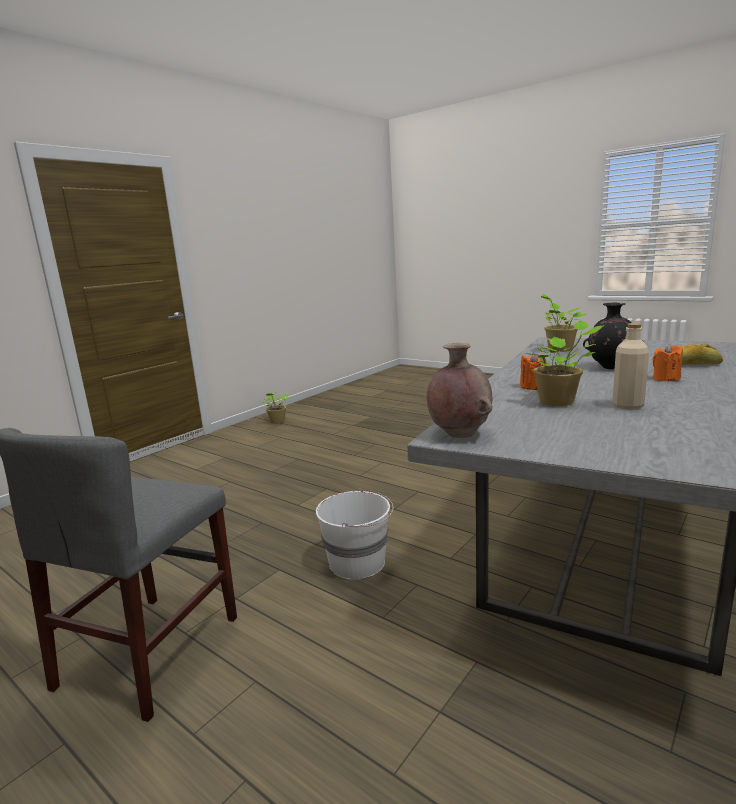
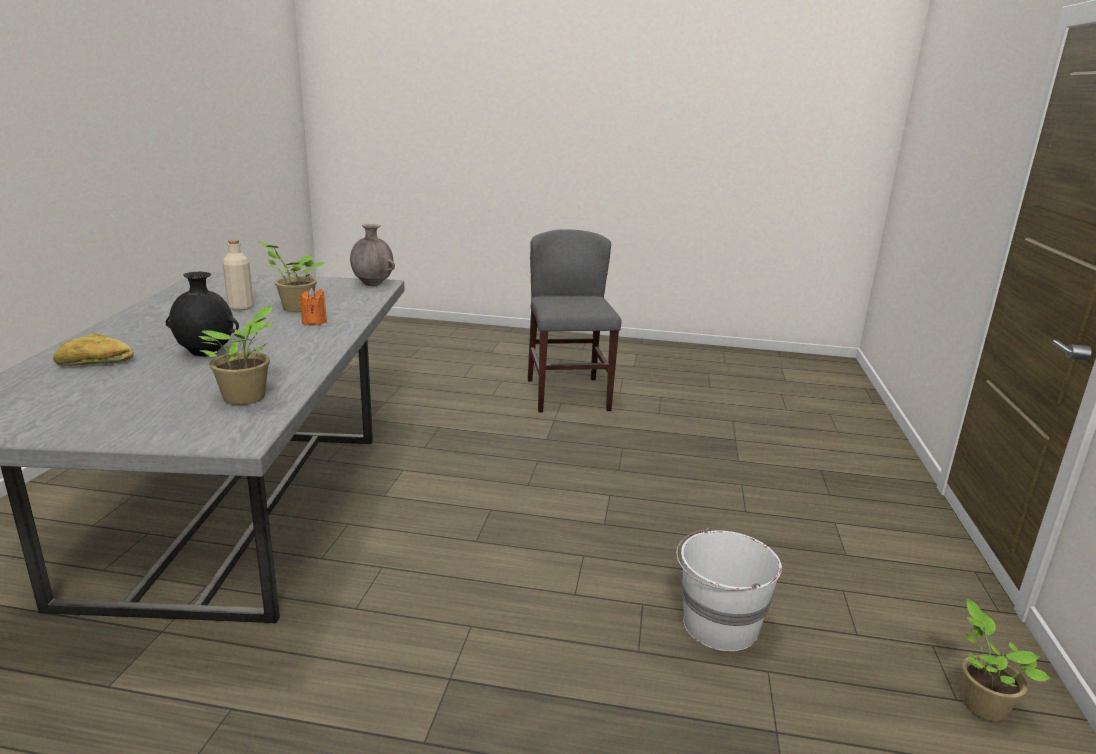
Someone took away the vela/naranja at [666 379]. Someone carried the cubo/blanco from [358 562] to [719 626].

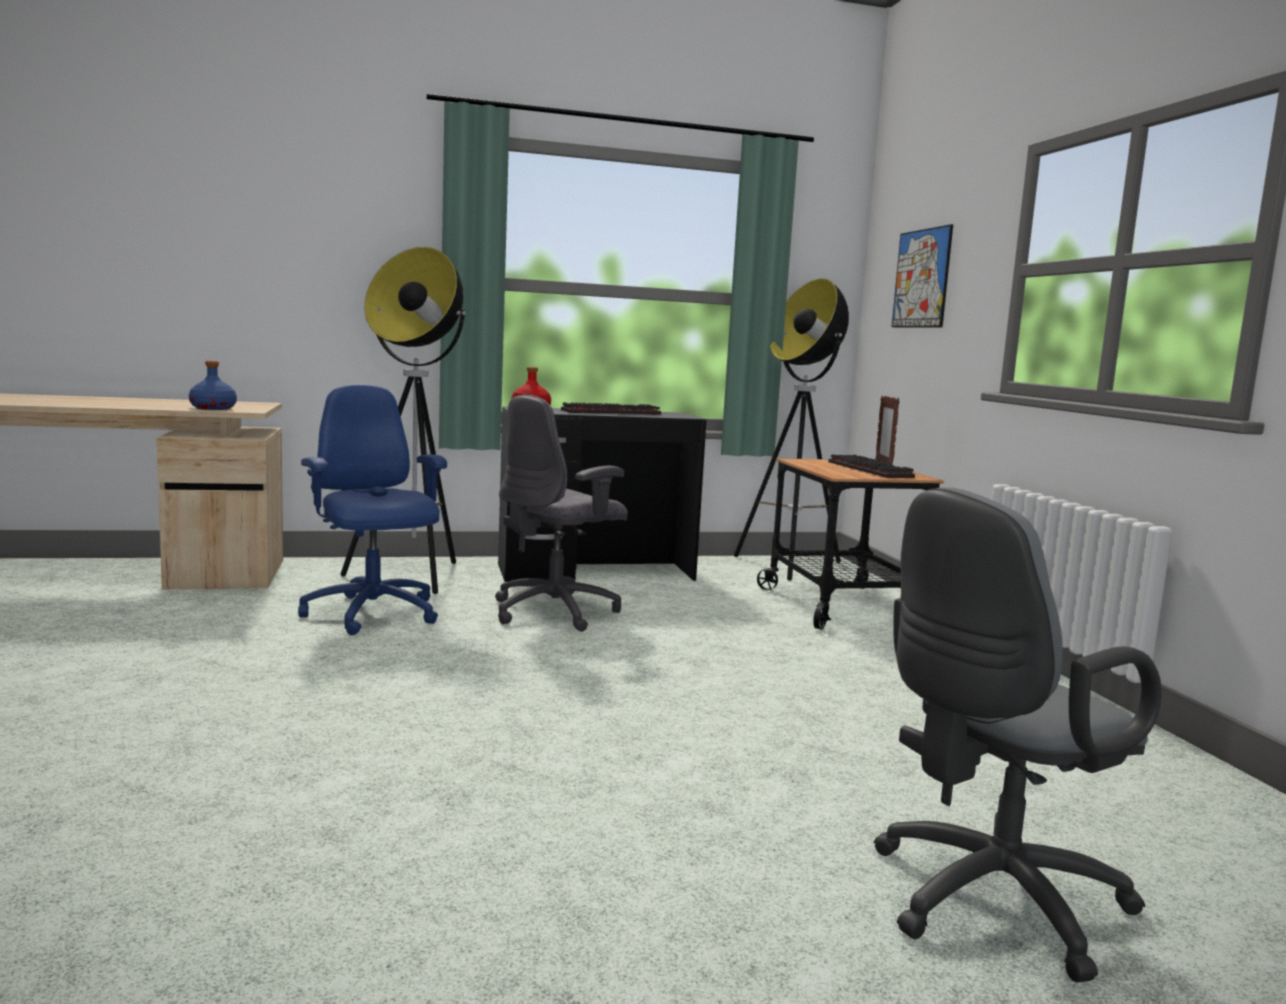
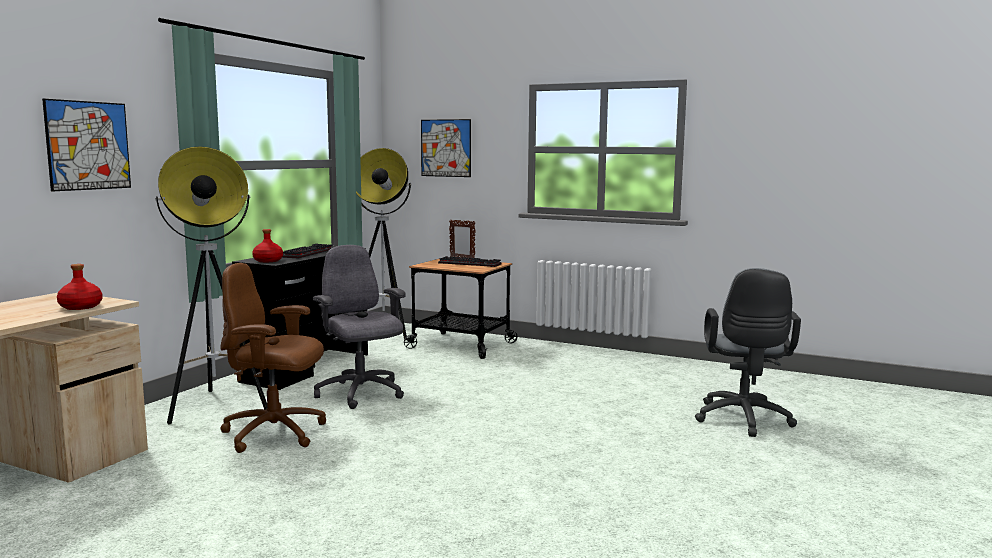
Someone put up the cuadro at [88 145]. Someone repainted the botella/azul at [213 408], which became the botella/rojo at [81 307]. Someone repainted the silla de oficina/azul at [372 614], which became the silla de oficina/marrón at [275 434]. Someone rotated the silla de oficina/gris at [556 612] by 150 degrees clockwise.

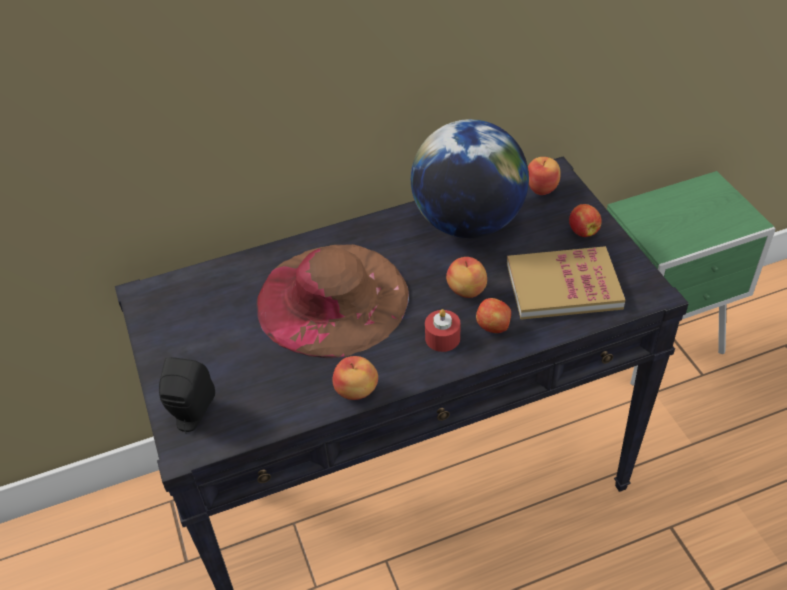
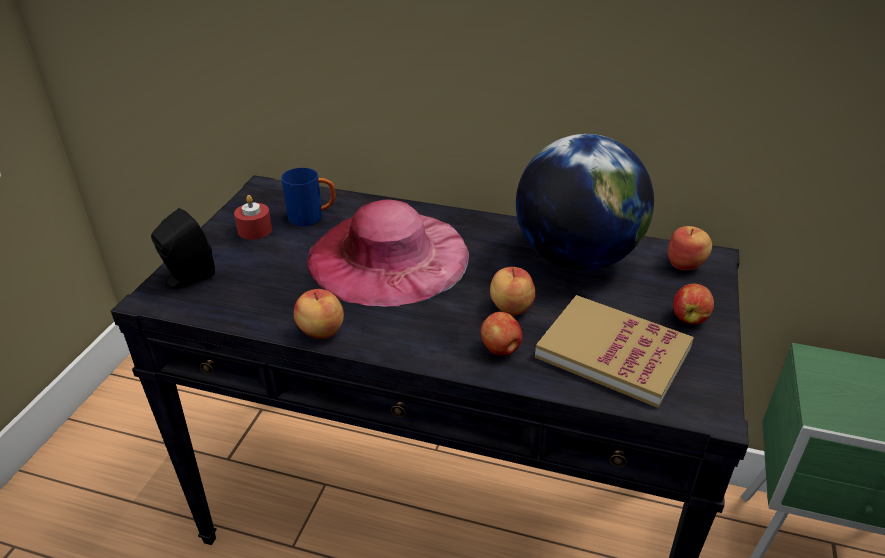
Someone put down the taza grande/azul at [312 217]. Someone carried the vela/rojo from [442 338] to [255 230]. Someone repainted the sombrero/marrón at [332 299], which became the sombrero/rosa at [388 256].

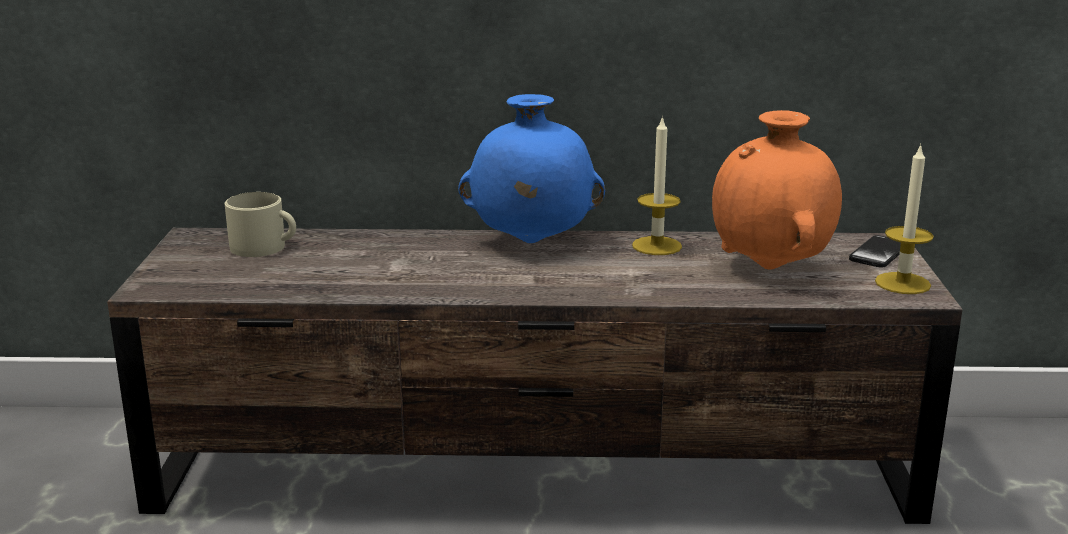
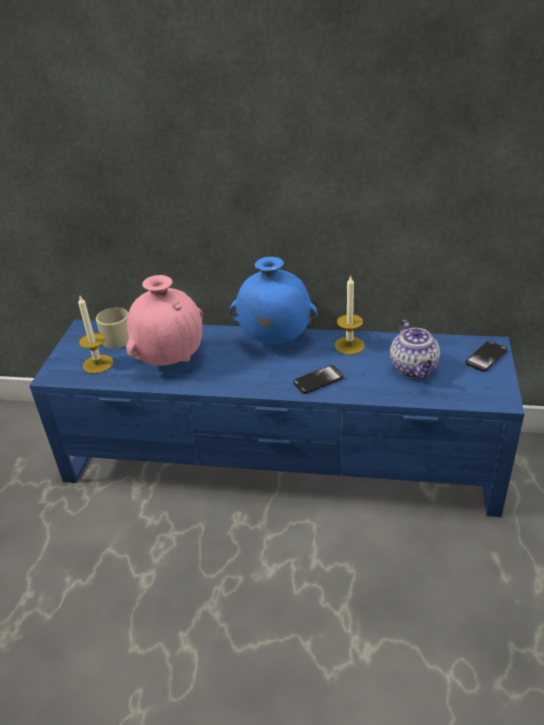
Someone put down the florero/rosa at [171 360]. Someone put down the móvil at [318 380]. Someone carried the vela from [902 283] to [98 364]. Someone swapped the florero/naranja at [771 267] for the tetera at [414 369]. Someone repainted the mueble de televisión/marrón at [537 466], which became the mueble de televisión/azul at [281 459].

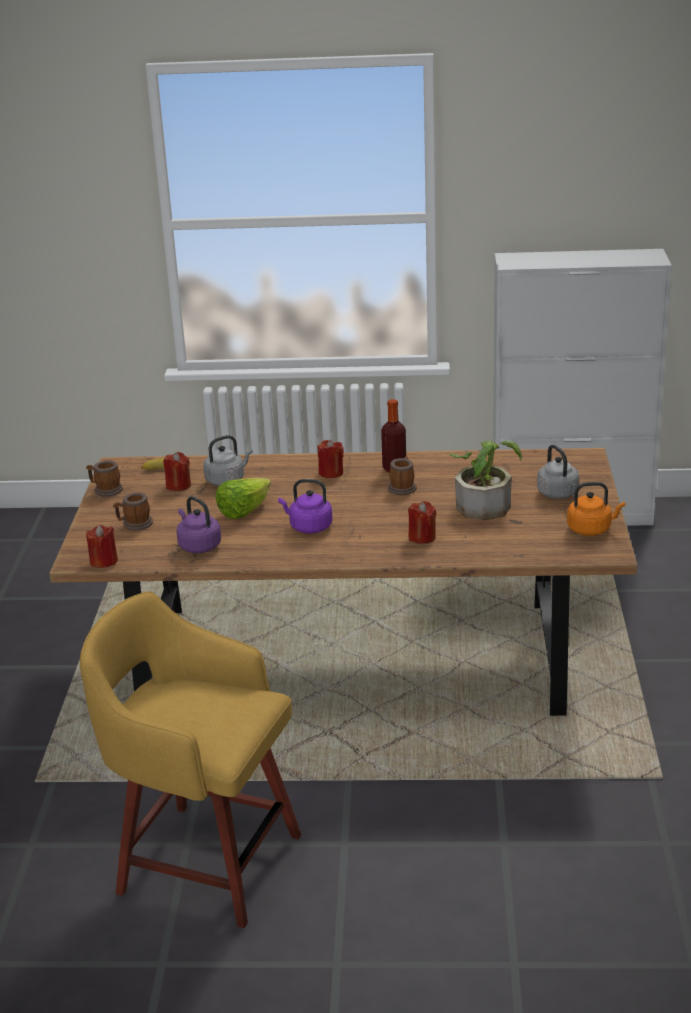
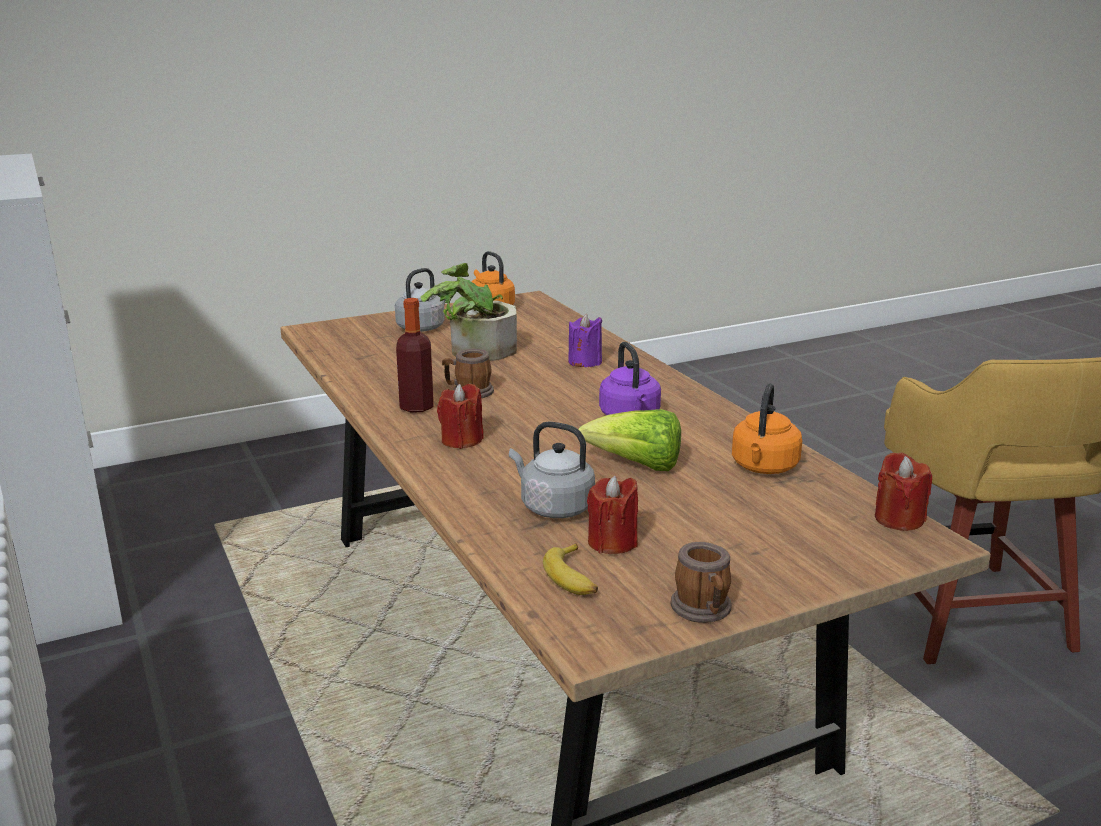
Someone took away the taza grande at [134 524]. Someone repainted the hervidor/morado at [198 546], which became the hervidor/naranja at [764 467]. Someone repainted the vela/rojo at [422 537], which became the vela/morado at [585 362].

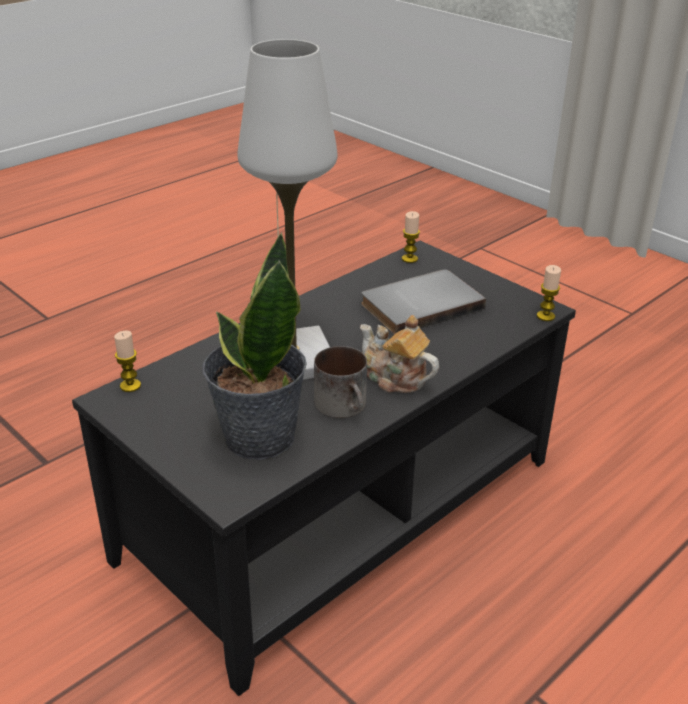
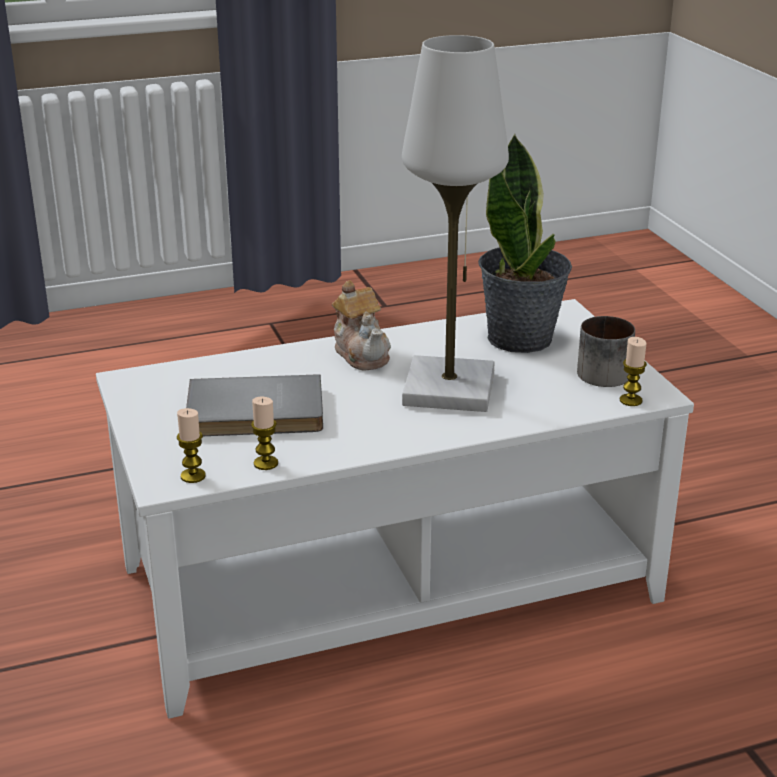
Someone carried the taza grande from [345 406] to [599 371]. Someone carried the vela from [545 316] to [266 463]. Someone repainted the mesa de centro/negro at [343 511], which became the mesa de centro/blanco at [388 581].

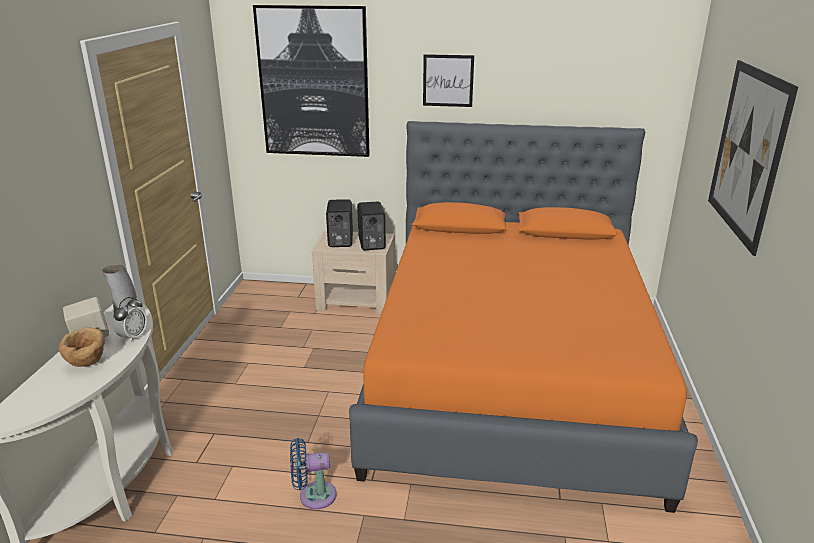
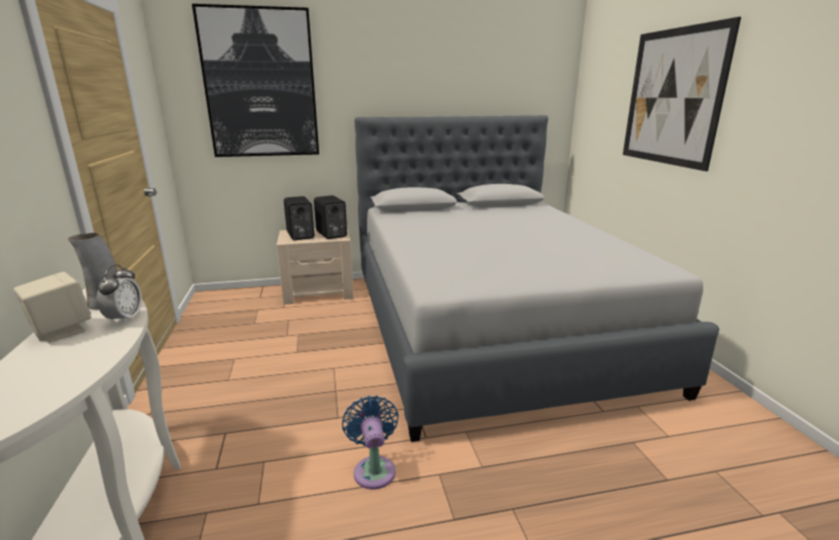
Someone took away the cuenco/marrón at [87 363]. Someone took away the cuadro at [448 80]. Someone repainted the cama/naranja at [510 375], which became the cama/gris at [490 325]. Someone rotated the ventilador/azul at [313 496] by 105 degrees clockwise.

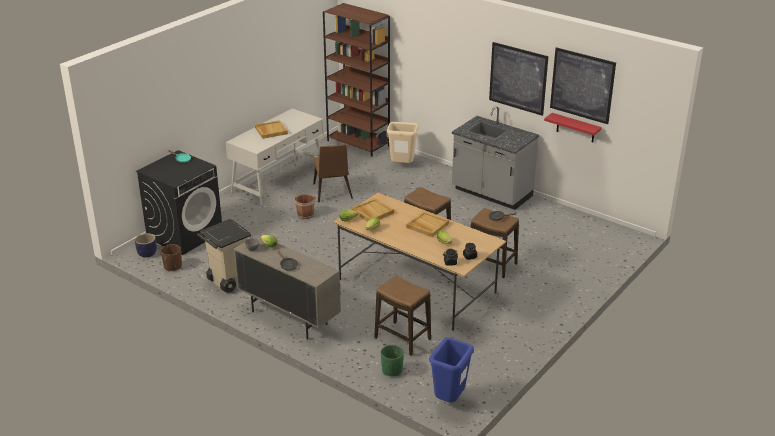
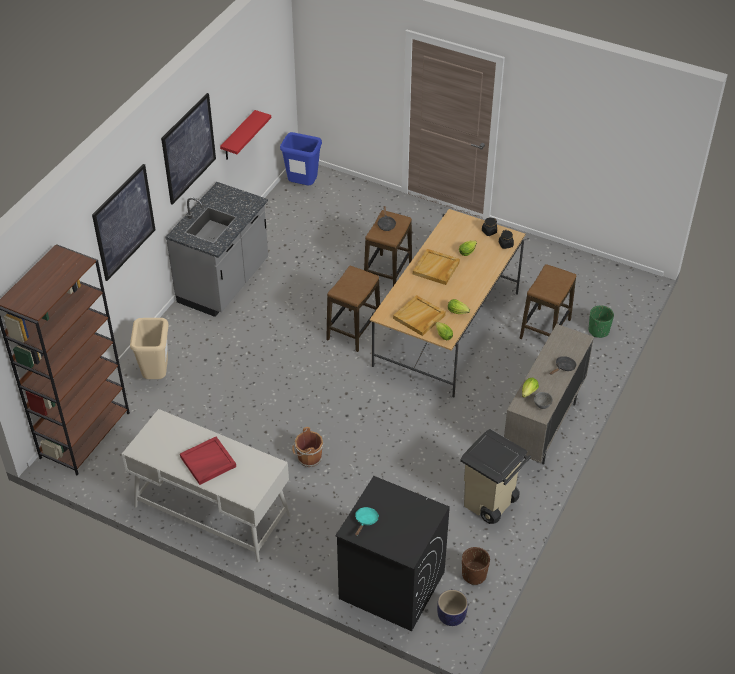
Someone took away the silla/marrón at [332 193]. Someone carried the papelera/azul from [449 400] to [302 185]. Someone carried the cuadro from [582 85] to [124 222]. Someone repainted the bandeja/beis at [271 131], which became the bandeja/rojo at [208 462].

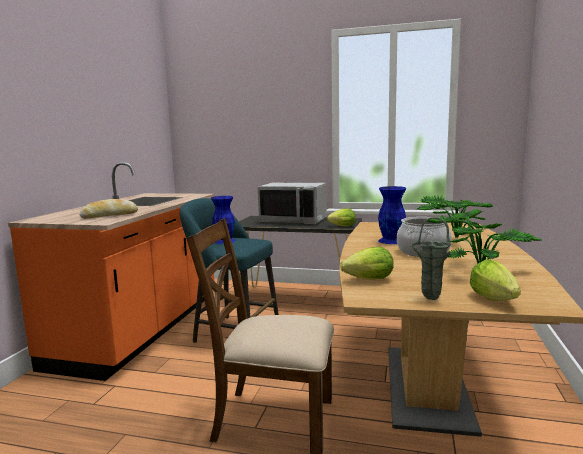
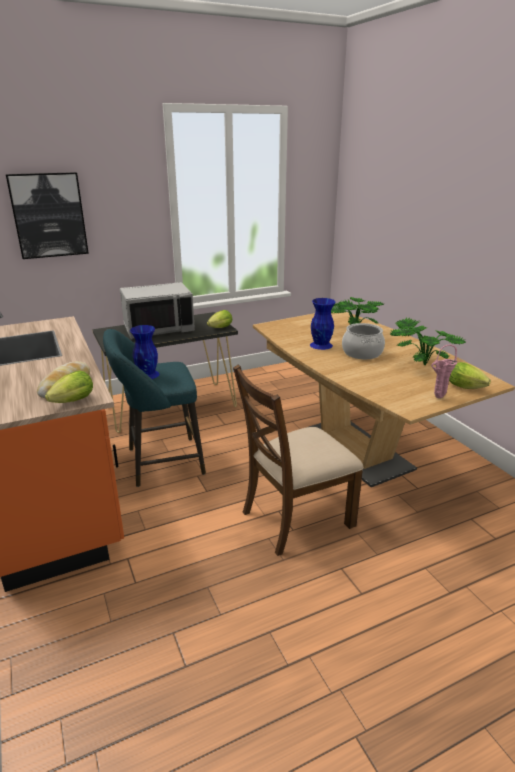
Someone put up the cuadro at [49 215]. Someone carried the lechuga from [366 280] to [71 402]. Someone repainted the florero/verde at [428 299], which became the florero/rosa at [438 398].

